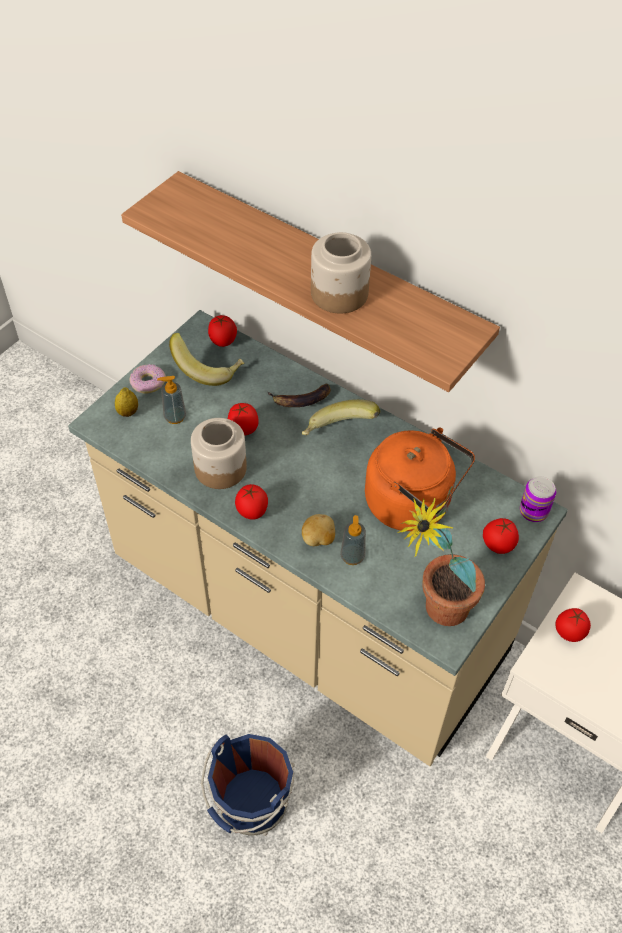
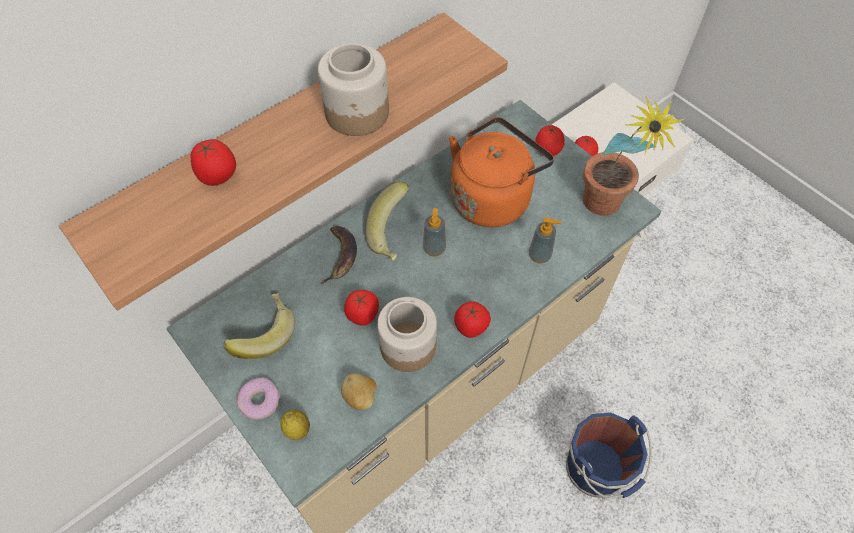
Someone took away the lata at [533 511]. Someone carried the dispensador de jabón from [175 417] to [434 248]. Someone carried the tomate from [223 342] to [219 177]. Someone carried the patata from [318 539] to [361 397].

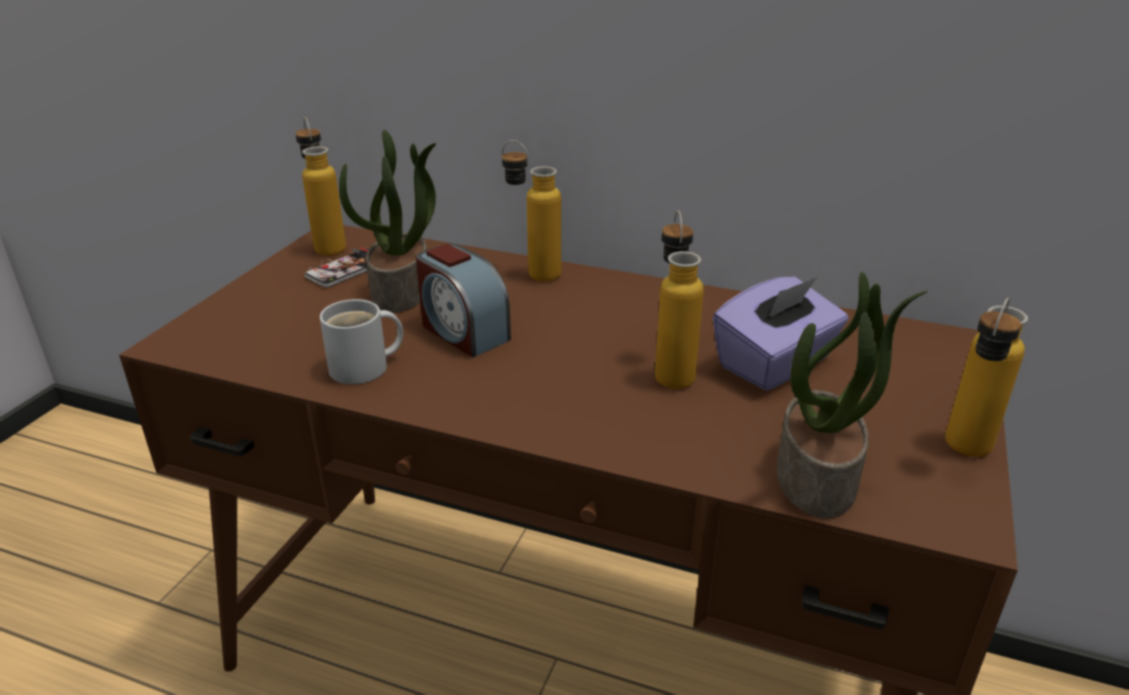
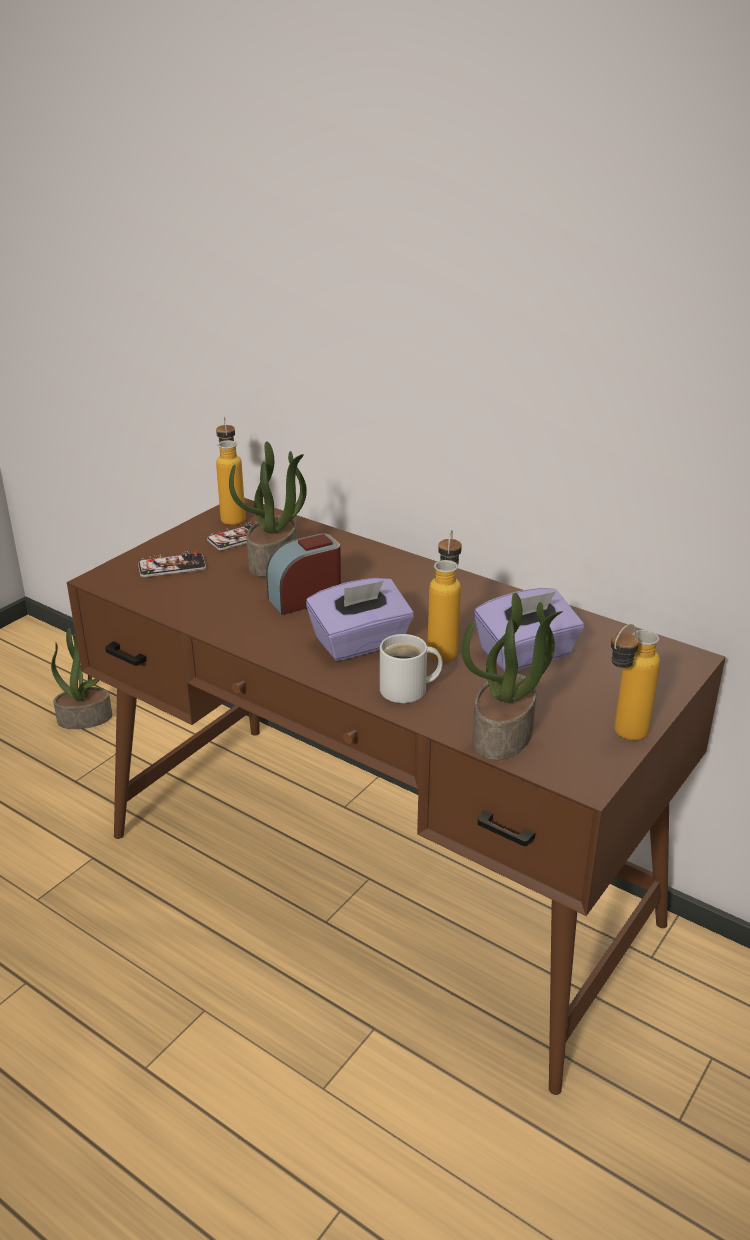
Someone took away the botella at [532 272]. Someone put down the planta en maceta at [85 718]. Someone put down the móvil at [172 567]. Someone put down the caja de pañuelos/morado at [360 643]. Someone carried the taza grande/blanco from [365 368] to [408 690]. Someone rotated the despertador at [463 332] by 90 degrees clockwise.

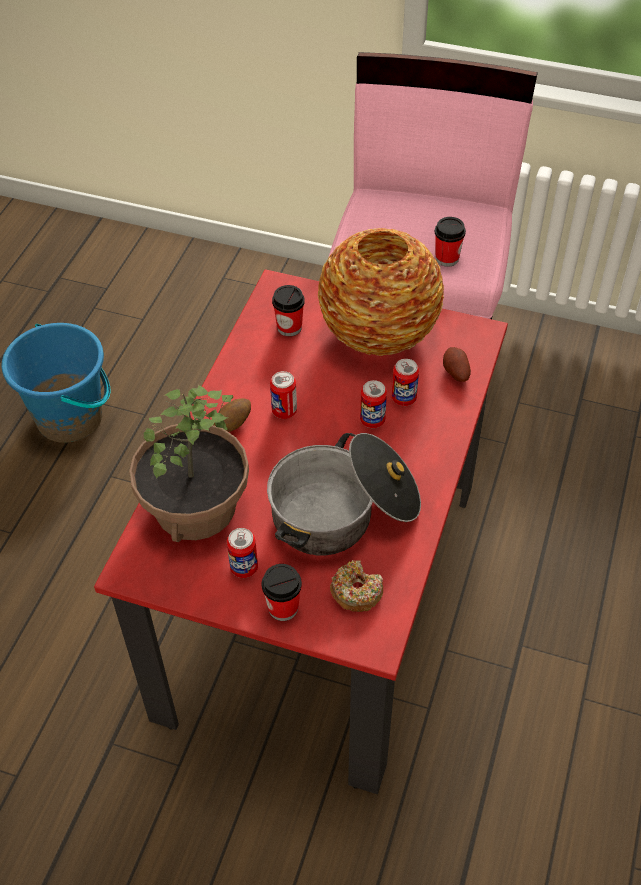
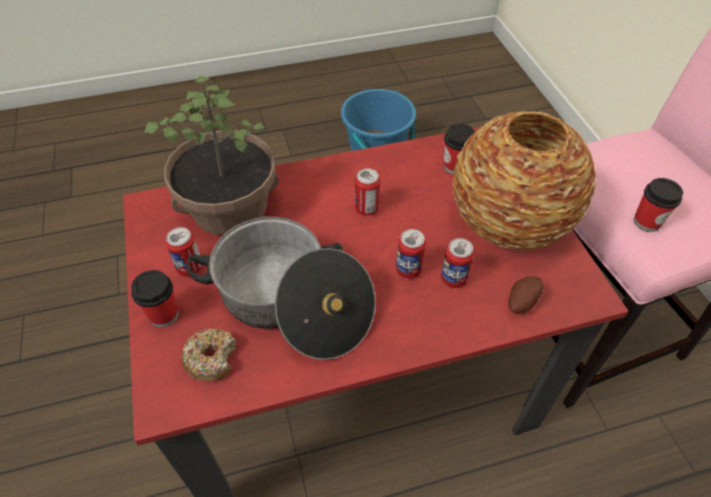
Someone took away the patata at [232 424].

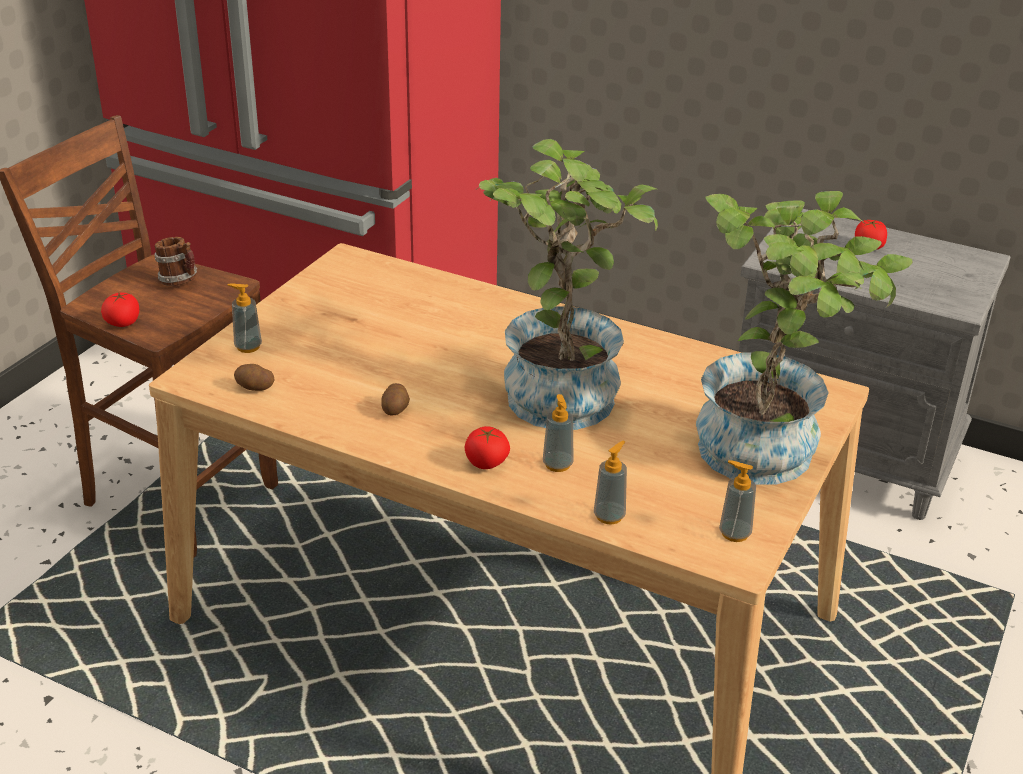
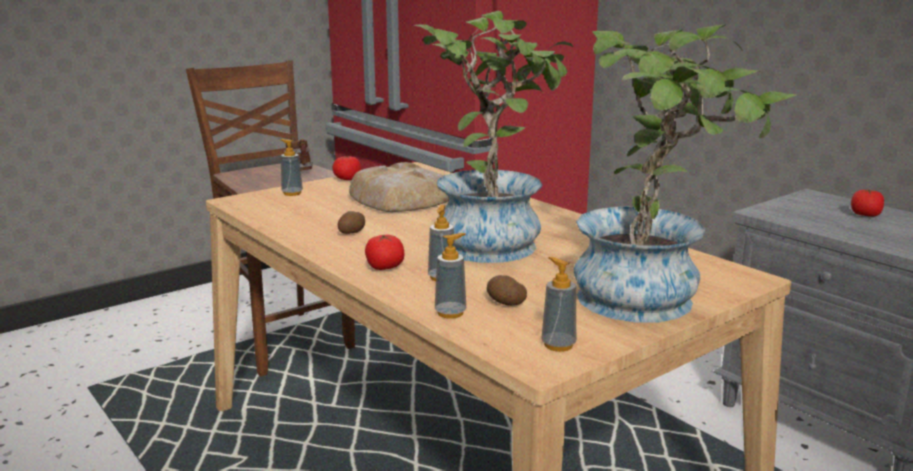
Someone put down the pan at [400 199]. Someone carried the tomate from [123 323] to [347 179]. Someone carried the patata from [254 387] to [505 302].

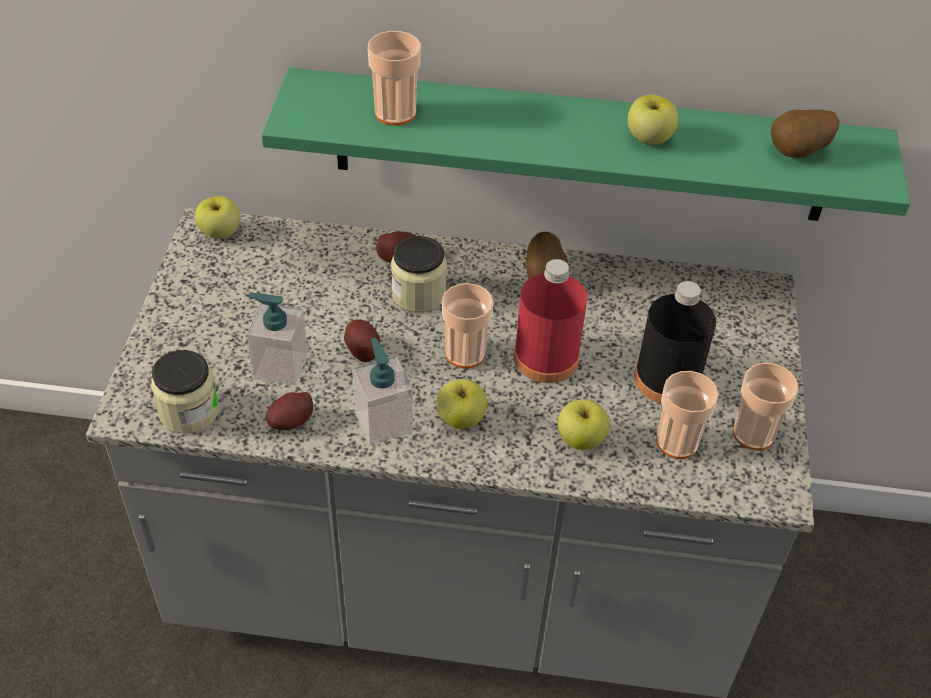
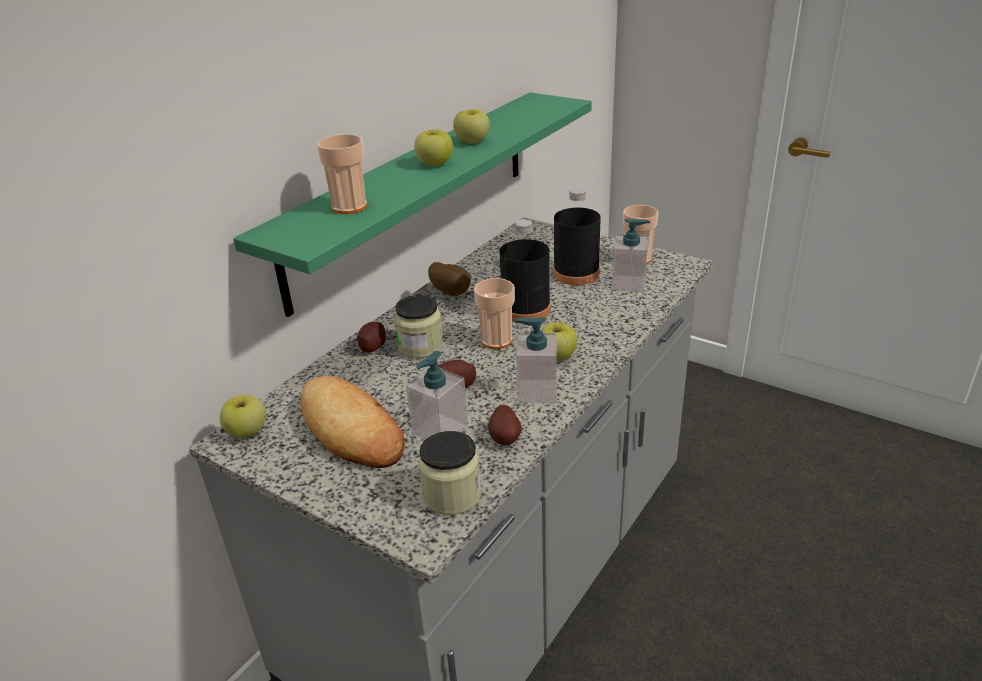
Someone took away the patata at [798 154]. Someone put down the pan at [351 429]. Someone carried the manzana from [580 439] to [434 164]. Someone swapped the taza at [677 442] for the dispensador de jabón at [629 283]. Someone repainted the botella/rojo at [546 357], which became the botella/negro at [525 310].

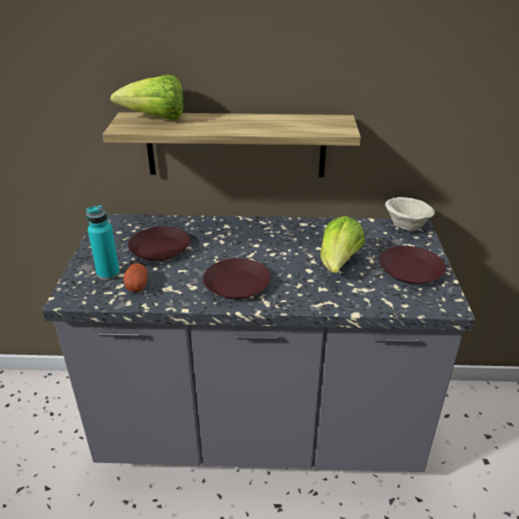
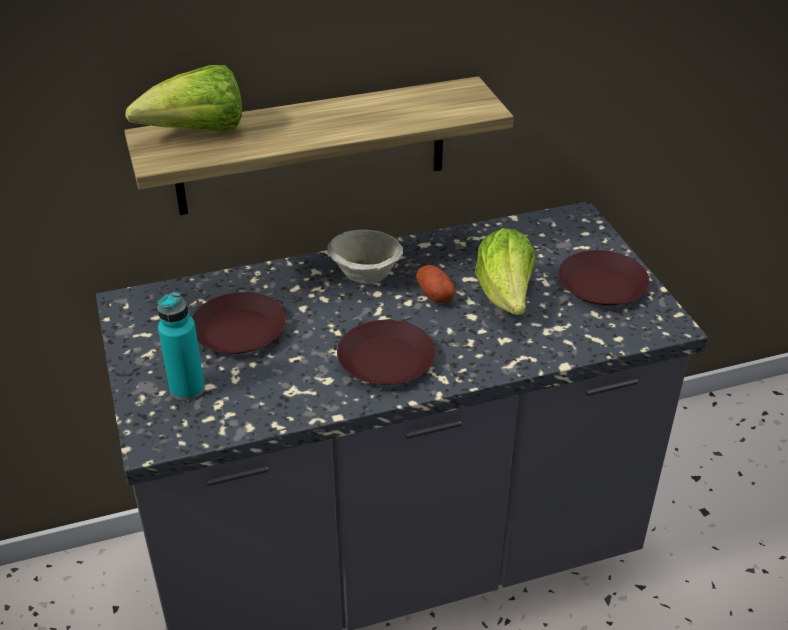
Someone carried the patata from [136 285] to [434 294]. Someone carried the cuenco/beis from [405 227] to [364 277].

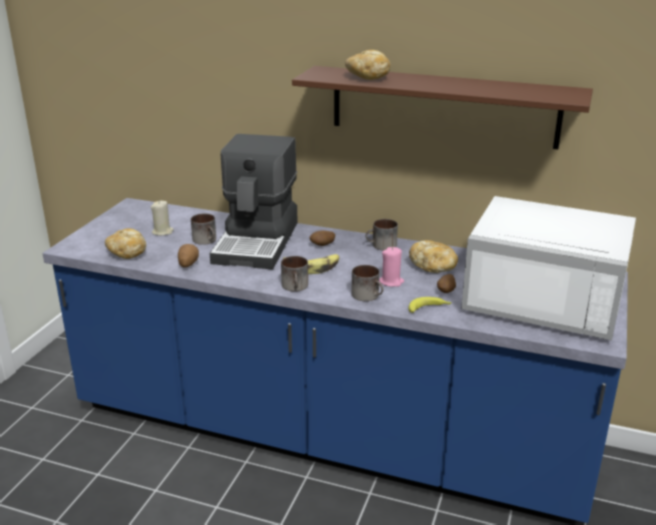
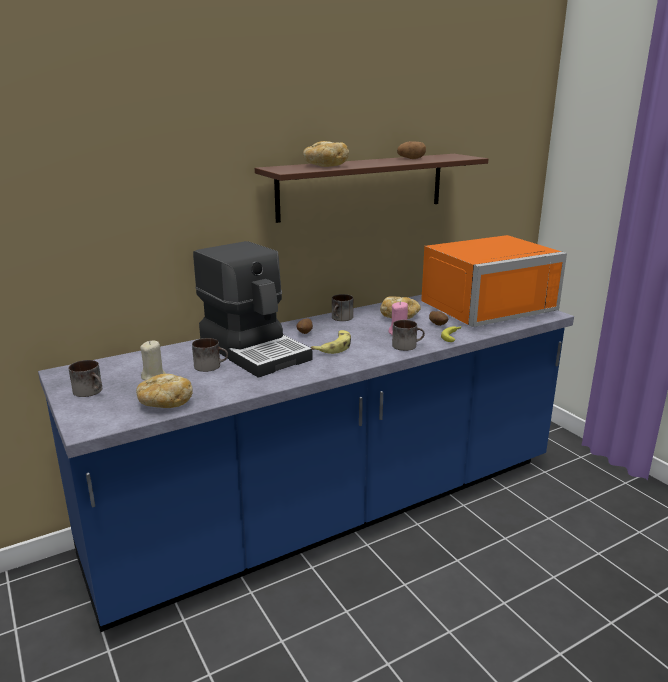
Someone carried the patata from [187 264] to [411 159]. Someone carried the taza grande from [296 287] to [91 391]. Someone repainted the microondas/blanco at [546 296], which became the microondas/naranja at [482 306].

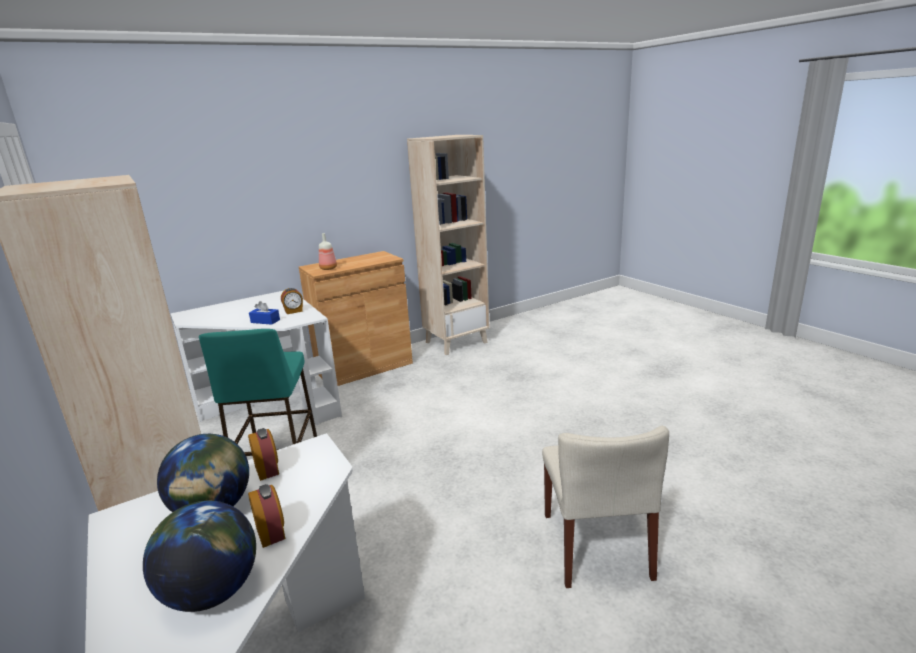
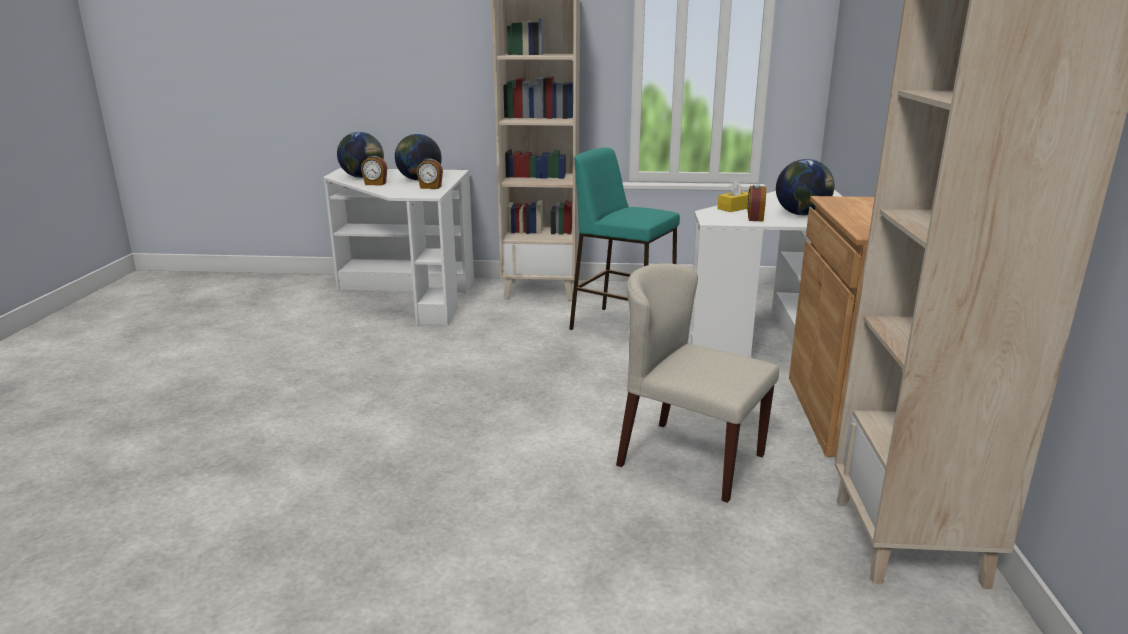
Someone took away the botella at [328 268]. Someone put down the globo terráqueo at [802 214]. Someone carried the silla/beis from [596 546] to [689 460]. Someone repainted the caja de pañuelos/azul at [265 321], which became the caja de pañuelos/amarillo at [734 208].

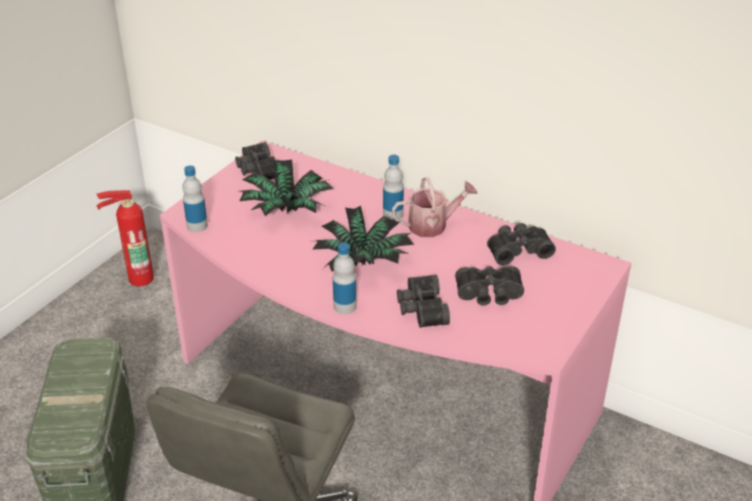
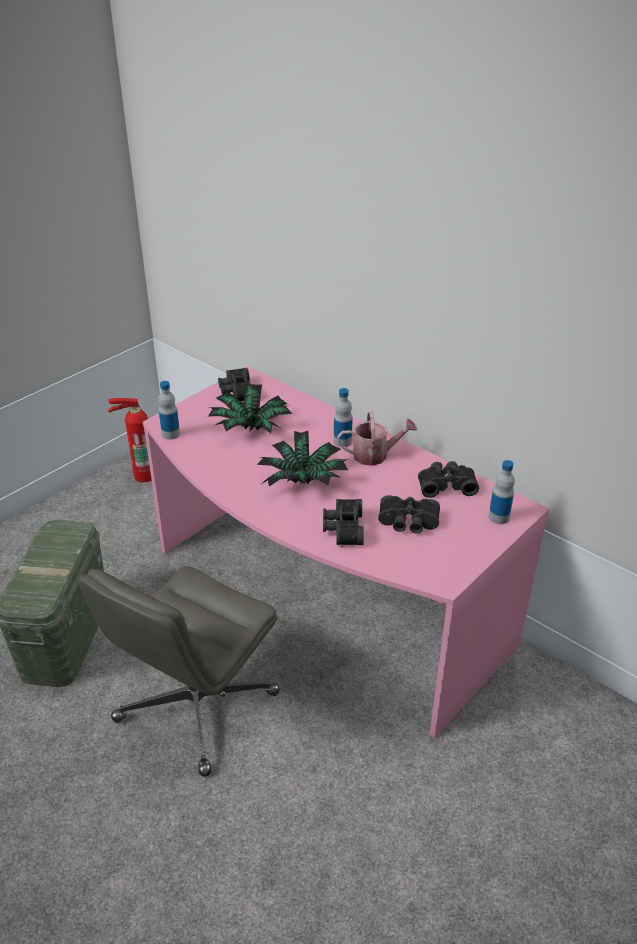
Someone carried the botella from [345 306] to [498 517].

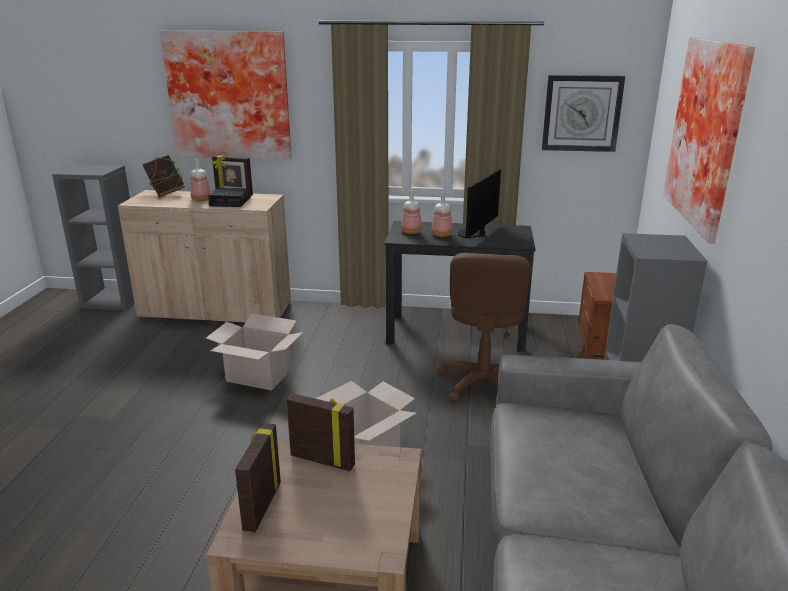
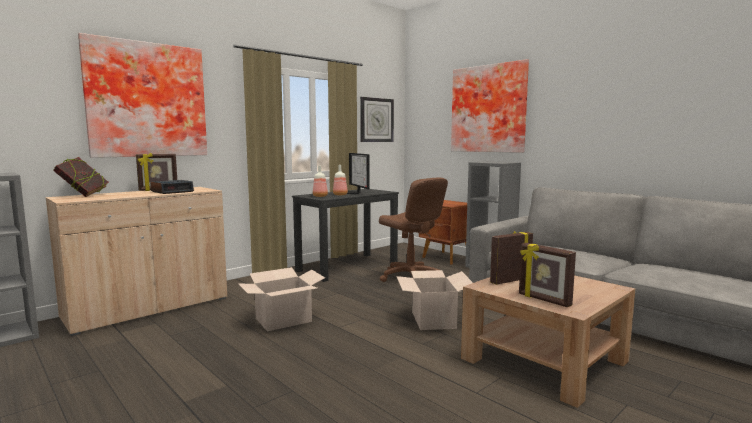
Someone took away the botella at [202 199].

